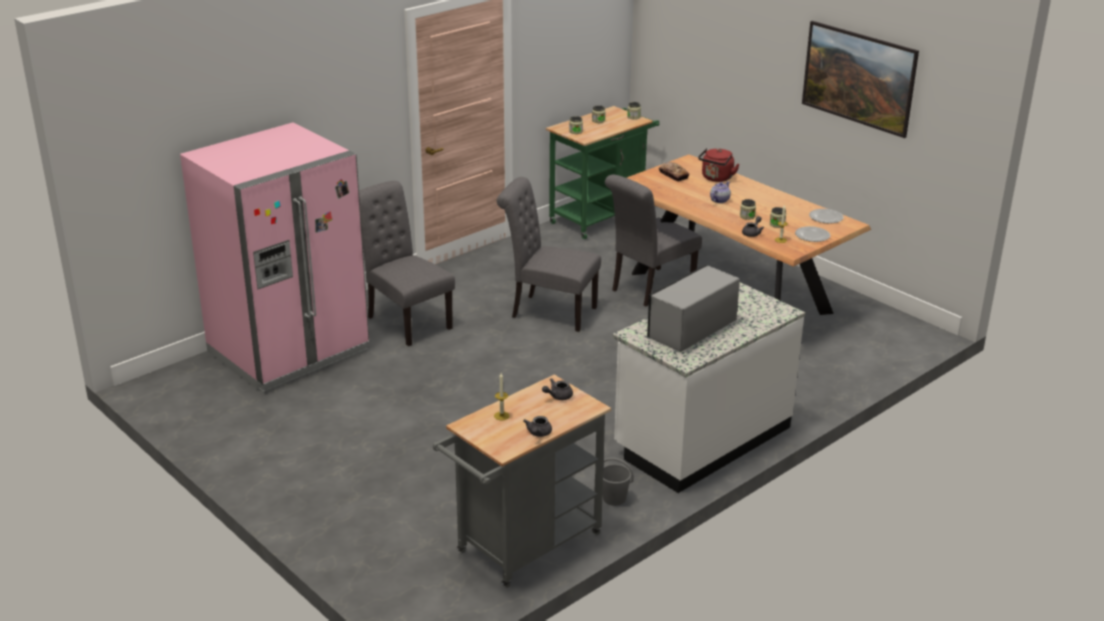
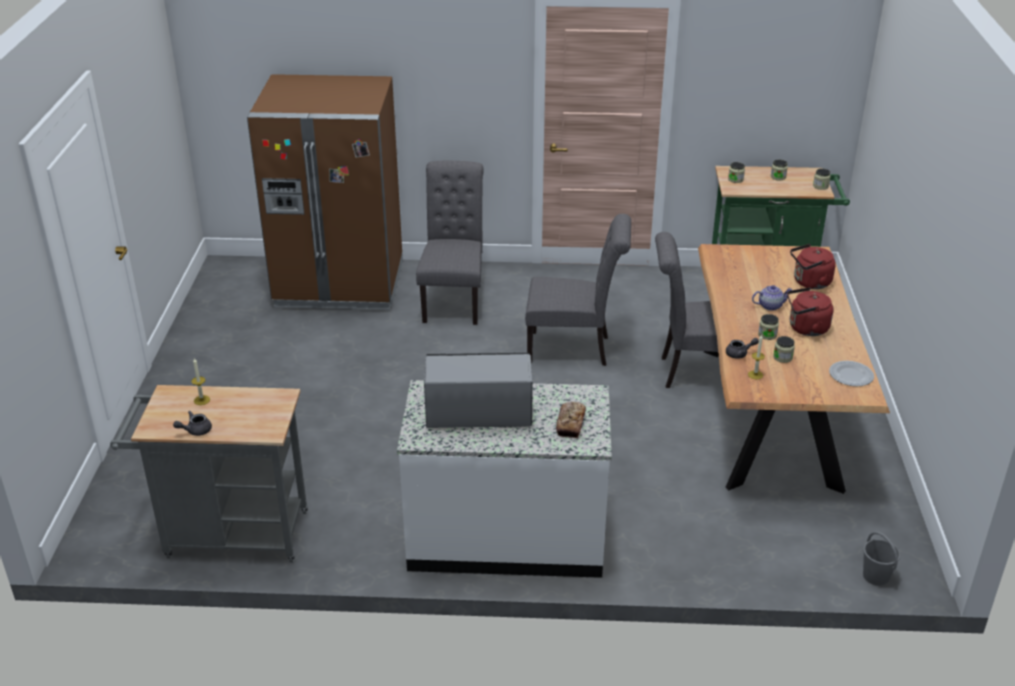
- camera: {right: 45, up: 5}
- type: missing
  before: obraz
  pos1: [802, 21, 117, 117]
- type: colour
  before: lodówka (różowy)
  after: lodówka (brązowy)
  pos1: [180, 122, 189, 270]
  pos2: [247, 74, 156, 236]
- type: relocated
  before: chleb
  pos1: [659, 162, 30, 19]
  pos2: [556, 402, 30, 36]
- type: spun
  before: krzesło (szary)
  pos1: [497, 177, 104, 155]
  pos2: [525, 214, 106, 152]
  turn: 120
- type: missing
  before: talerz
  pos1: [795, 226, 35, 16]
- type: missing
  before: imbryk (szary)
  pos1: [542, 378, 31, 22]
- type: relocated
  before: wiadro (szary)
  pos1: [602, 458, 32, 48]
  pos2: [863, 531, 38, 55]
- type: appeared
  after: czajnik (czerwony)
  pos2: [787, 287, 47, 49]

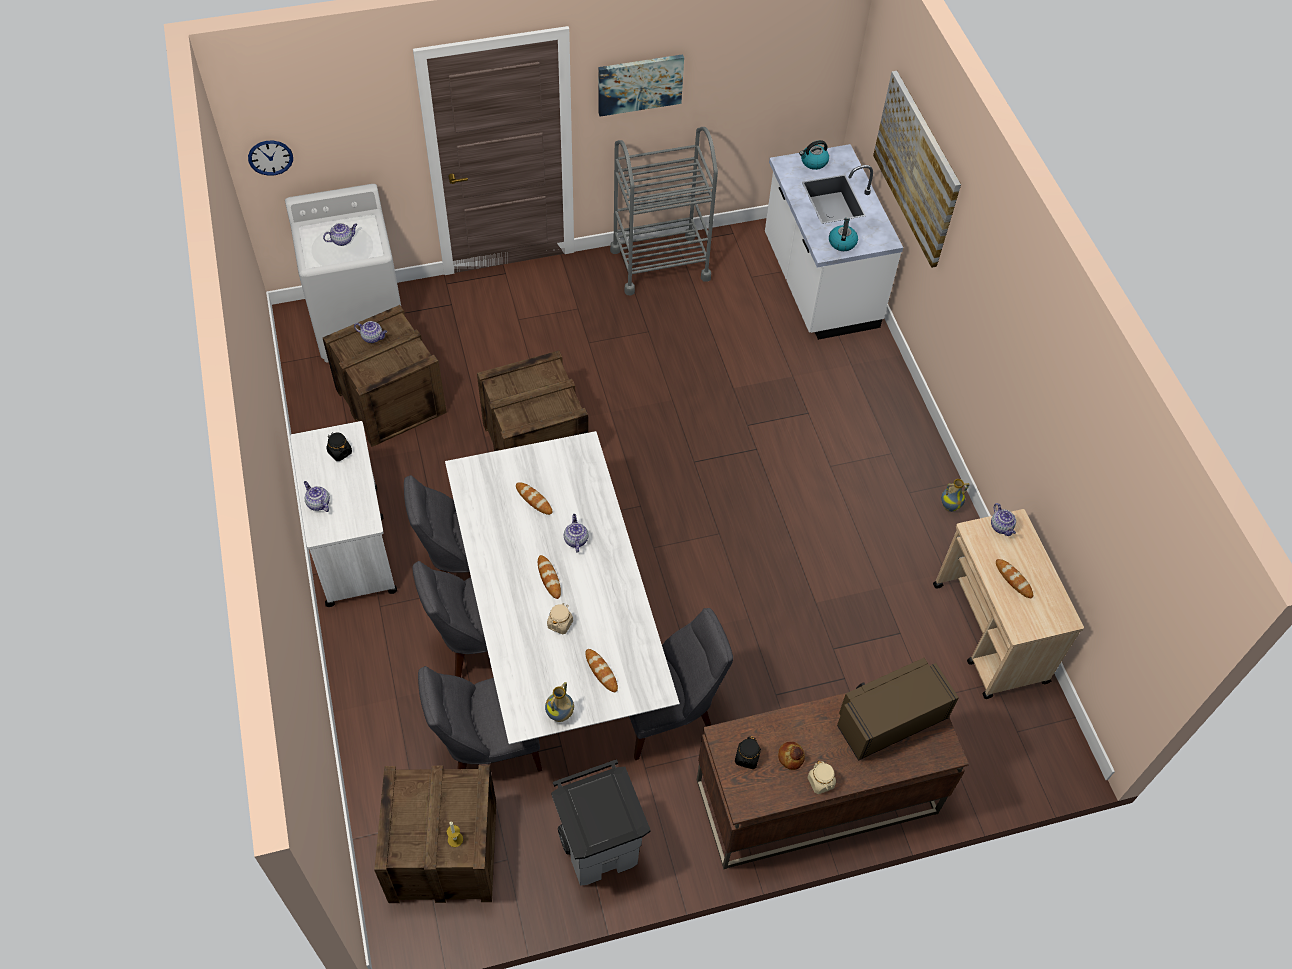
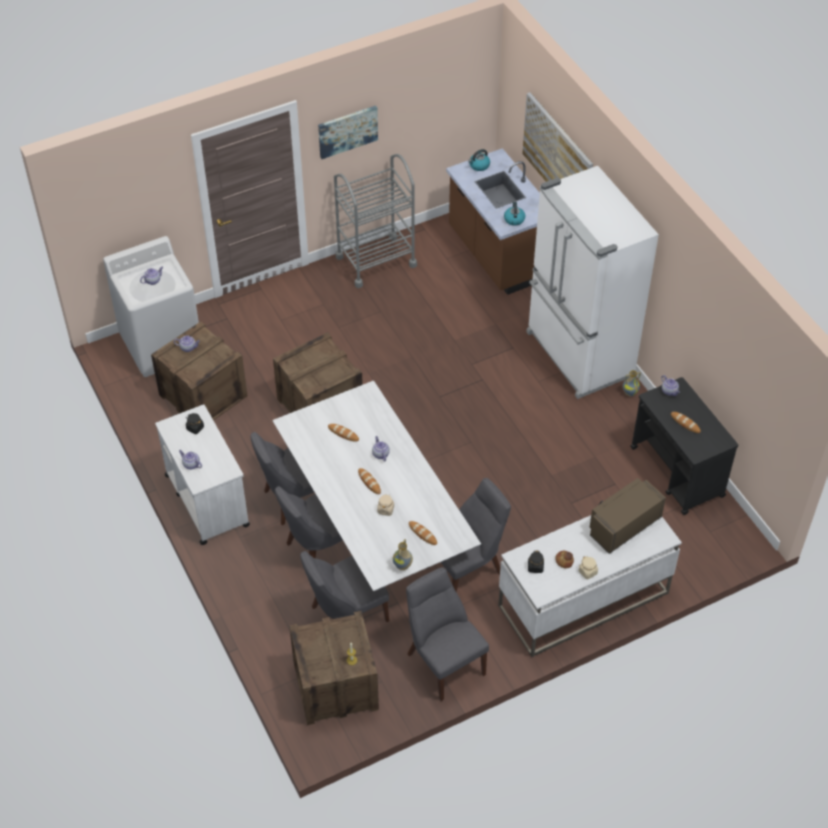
- camera: {right: -10, up: -5}
- type: missing
  before: zegar ścienny
  pos1: [248, 141, 45, 35]
- type: colour
  before: zabudowa kuchenna (biały)
  after: zabudowa kuchenna (brązowy)
  pos1: [765, 144, 138, 196]
  pos2: [446, 148, 94, 147]
- type: colour
  before: wózek (beżowy)
  after: wózek (czarny)
  pos1: [933, 509, 151, 190]
  pos2: [630, 377, 108, 138]
- type: colour
  before: biurko (brązowy)
  after: biurko (biały)
  pos1: [697, 693, 272, 176]
  pos2: [498, 515, 184, 142]
- type: exchanged
  before: kosz na śmieci (szary)
  after: krzesło (szary)
  pos1: [551, 759, 100, 127]
  pos2: [406, 567, 83, 134]
- type: appeared
  after: lodówka (biały)
  pos2: [526, 166, 133, 233]

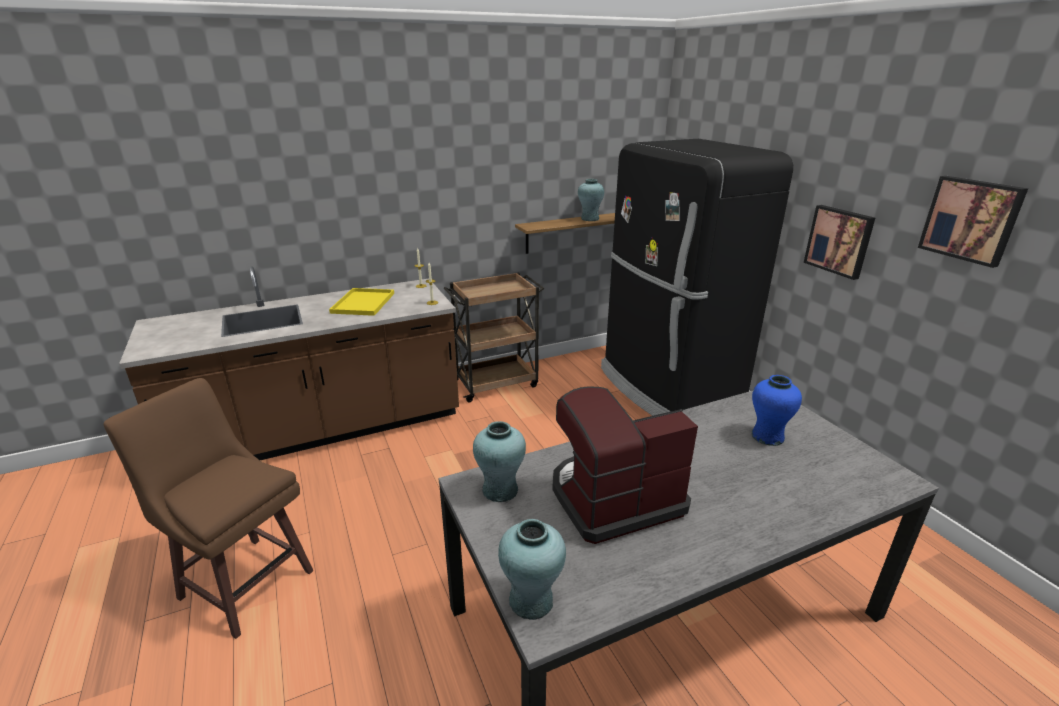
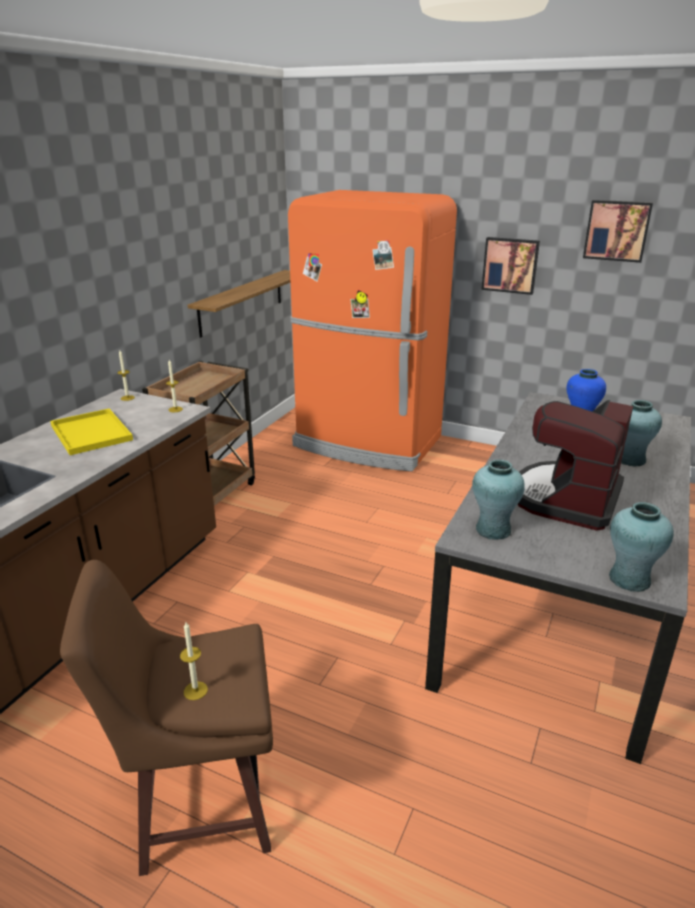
- camera: {right: -40, up: 0}
- type: colour
  before: lodówka (czarny)
  after: lodówka (pomarańczowy)
  pos1: [601, 139, 192, 277]
  pos2: [288, 190, 169, 281]
- type: relocated
  before: wazon (turkusowy)
  pos1: [578, 179, 26, 42]
  pos2: [621, 400, 41, 66]
- type: appeared
  after: świeca
  pos2: [180, 622, 28, 78]

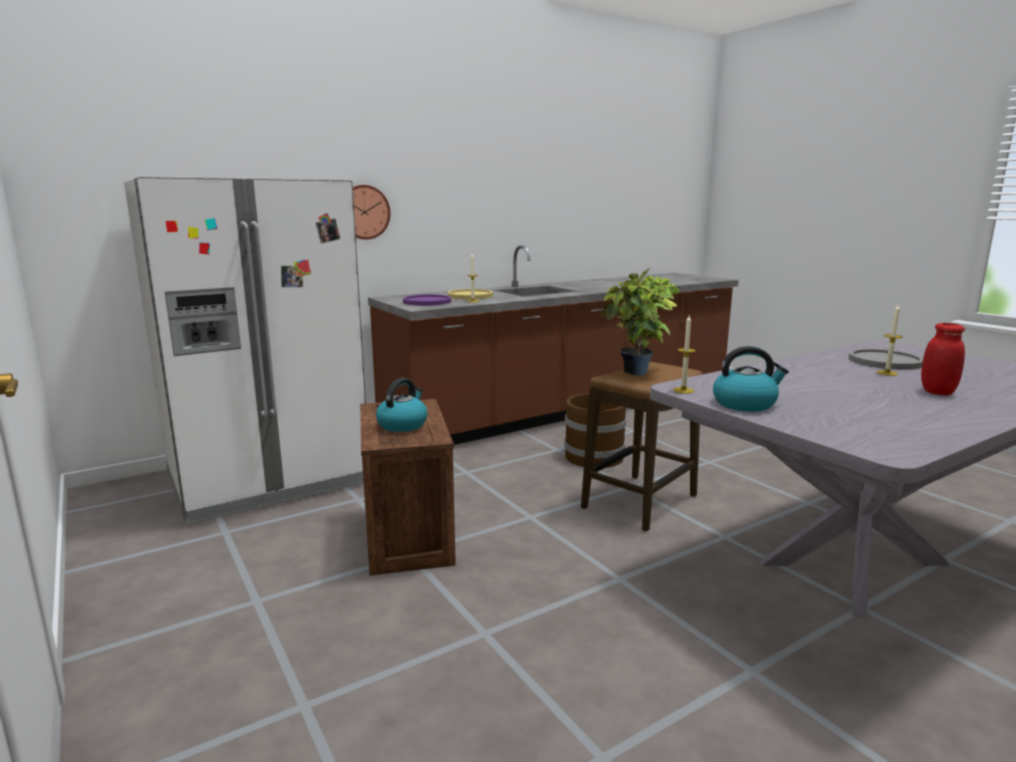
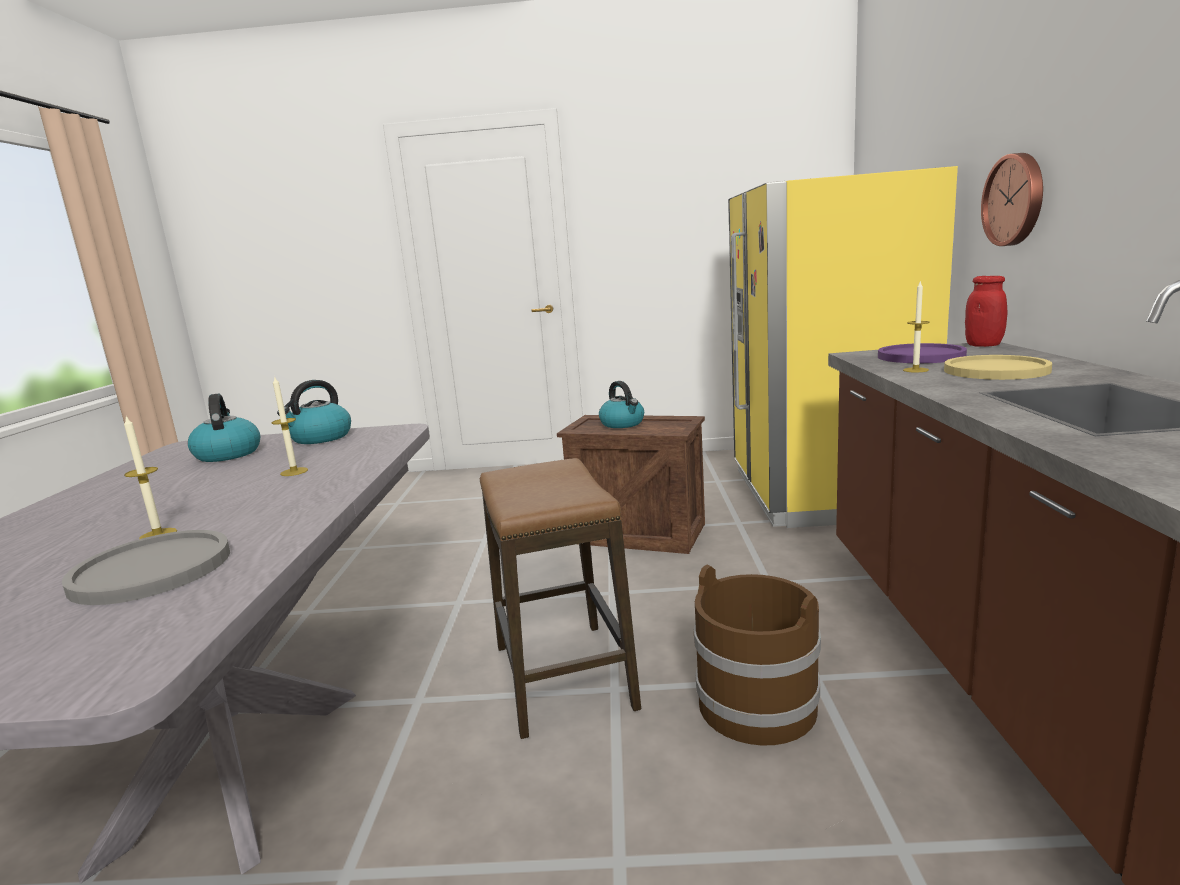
- camera: {right: 125, up: 0}
- type: colour
  before: lodówka (biały)
  after: lodówka (żółty)
  pos1: [124, 177, 242, 347]
  pos2: [728, 166, 230, 362]
- type: missing
  before: roślina doniczkowa
  pos1: [600, 268, 80, 108]
- type: relocated
  before: świeca
  pos1: [673, 316, 23, 78]
  pos2: [272, 376, 36, 100]
- type: relocated
  before: słoik (czerwony)
  pos1: [921, 323, 44, 72]
  pos2: [965, 276, 42, 71]
- type: appeared
  after: czajnik
  pos2: [188, 394, 73, 68]

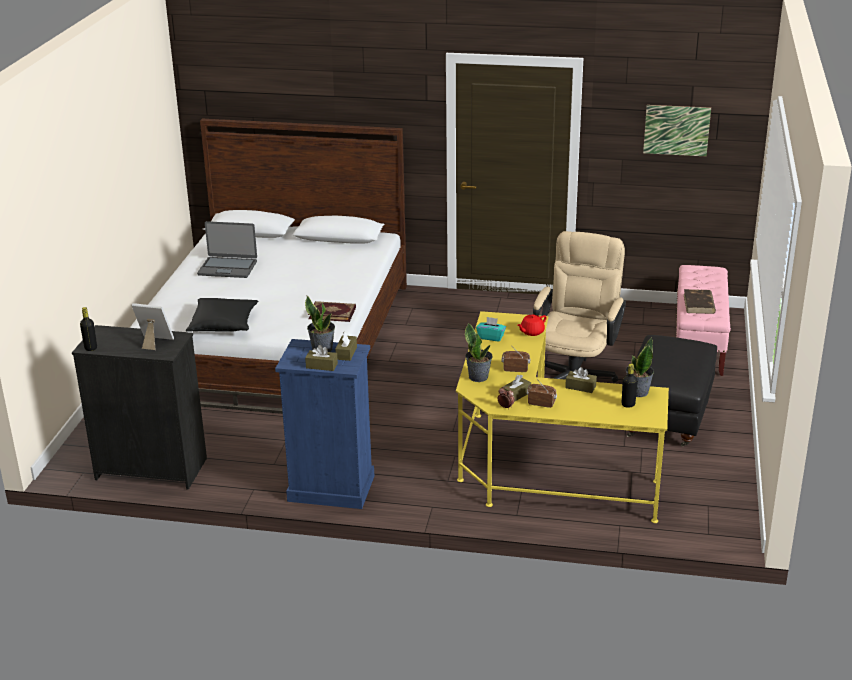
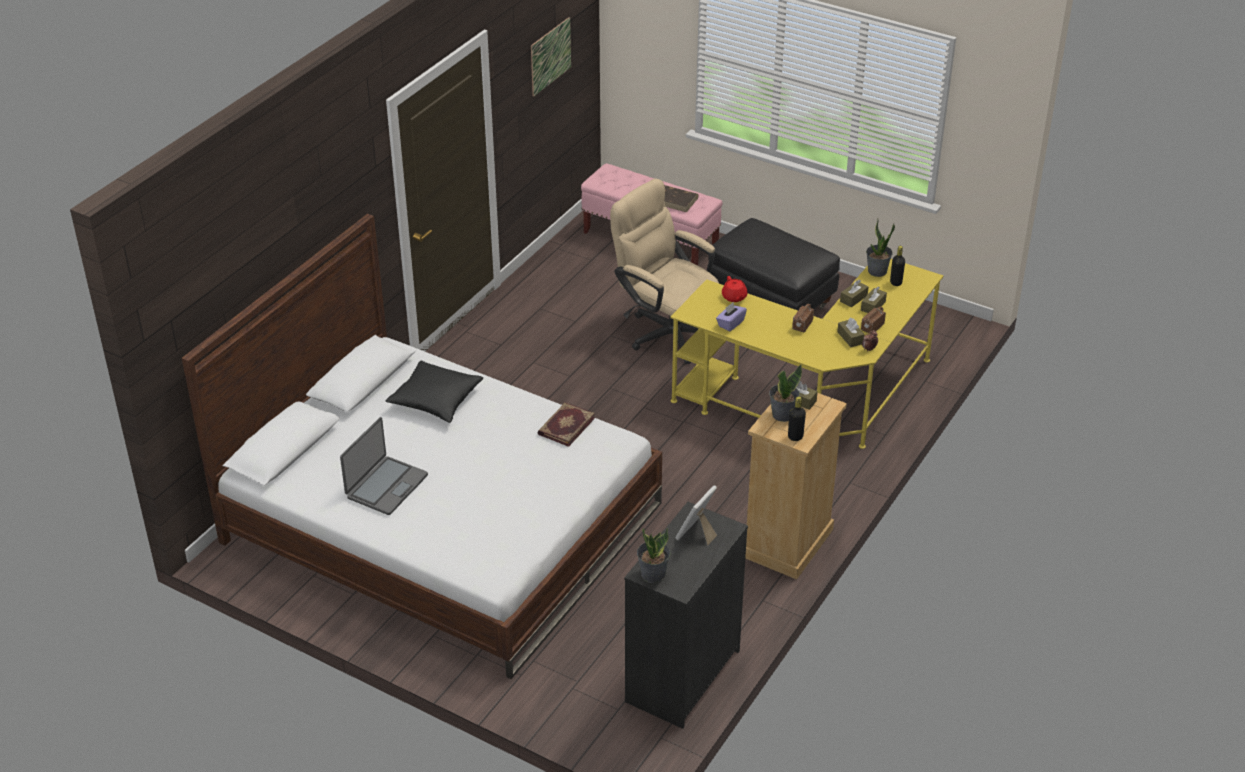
- camera: {right: -70, up: 10}
- type: relocated
  before: poduszka (czarny)
  pos1: [186, 298, 72, 34]
  pos2: [386, 360, 97, 63]
- type: relocated
  before: butelka (czarny)
  pos1: [80, 307, 17, 44]
  pos2: [788, 396, 18, 45]
- type: colour
  before: pudełko chusteczek (turkusowy)
  after: pudełko chusteczek (fioletowy)
  pos1: [476, 317, 30, 25]
  pos2: [716, 302, 31, 29]
- type: relocated
  before: roślina doniczkowa
  pos1: [465, 323, 28, 59]
  pos2: [637, 528, 34, 55]
- type: colour
  before: komoda (niebieski)
  after: komoda (beżowy)
  pos1: [275, 339, 99, 170]
  pos2: [745, 393, 102, 187]
- type: relocated
  before: pudełko chusteczek (brązowy)
  pos1: [305, 345, 33, 26]
  pos2: [861, 287, 26, 26]

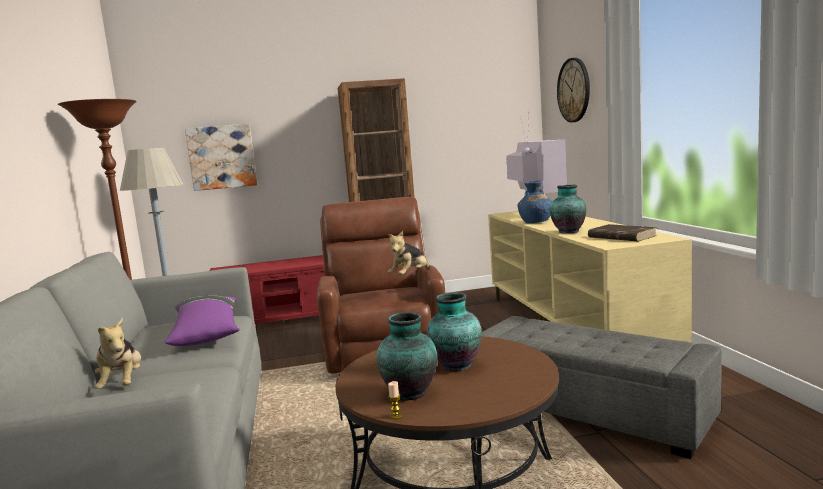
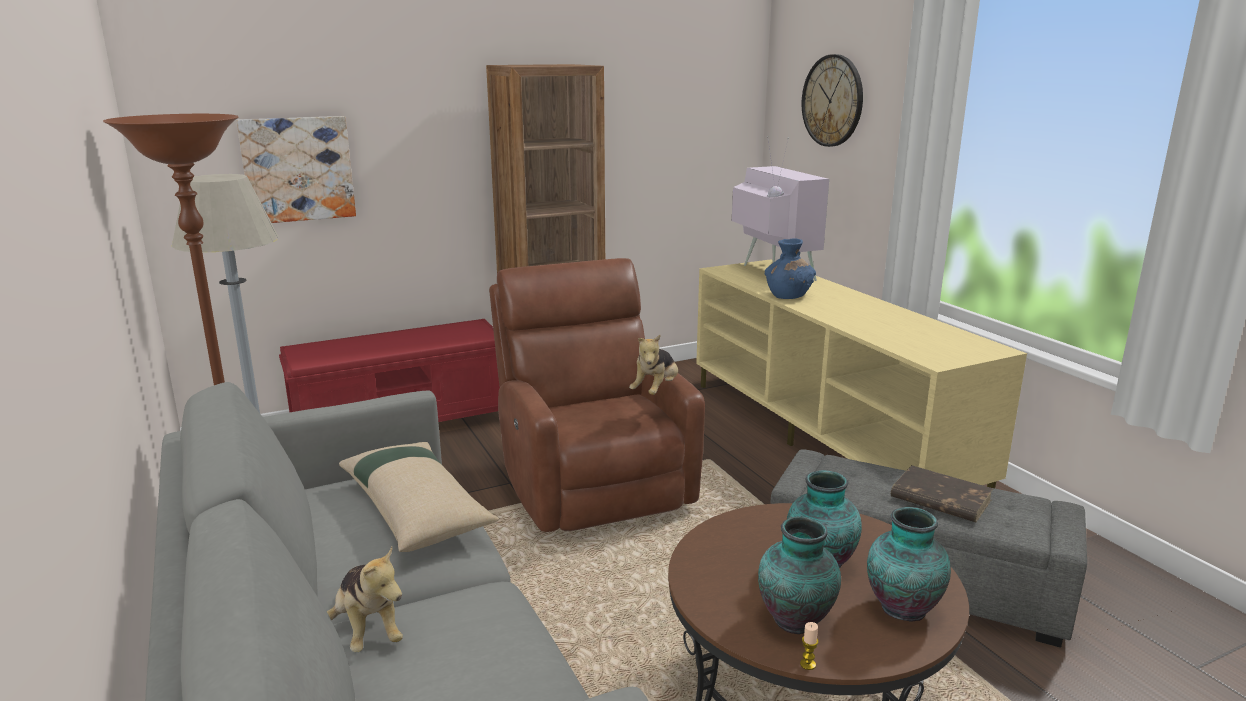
- camera: {right: -15, up: 10}
- type: relocated
  before: wazon
  pos1: [550, 185, 36, 48]
  pos2: [867, 507, 84, 115]
- type: relocated
  before: książka (brązowy)
  pos1: [588, 224, 69, 18]
  pos2: [891, 465, 102, 57]
- type: colour
  before: poduszka (fioletowy)
  after: poduszka (beżowy)
  pos1: [165, 296, 75, 50]
  pos2: [339, 442, 160, 110]

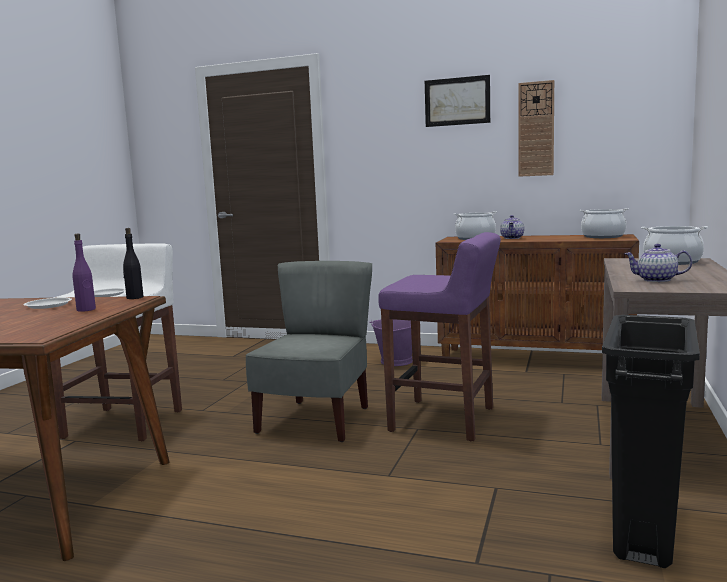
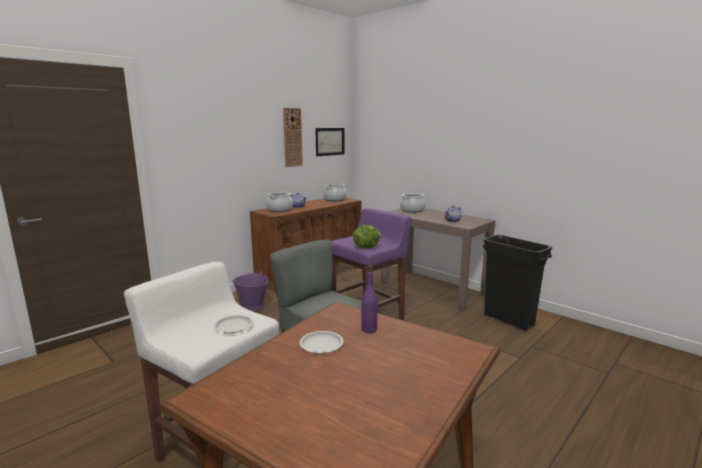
- camera: {right: -65, up: 5}
- type: relocated
  before: obraz
  pos1: [425, 75, 65, 52]
  pos2: [315, 128, 29, 28]
- type: missing
  before: butelka (czarny)
  pos1: [123, 228, 20, 71]
- type: appeared
  after: sałata
  pos2: [353, 225, 28, 24]

